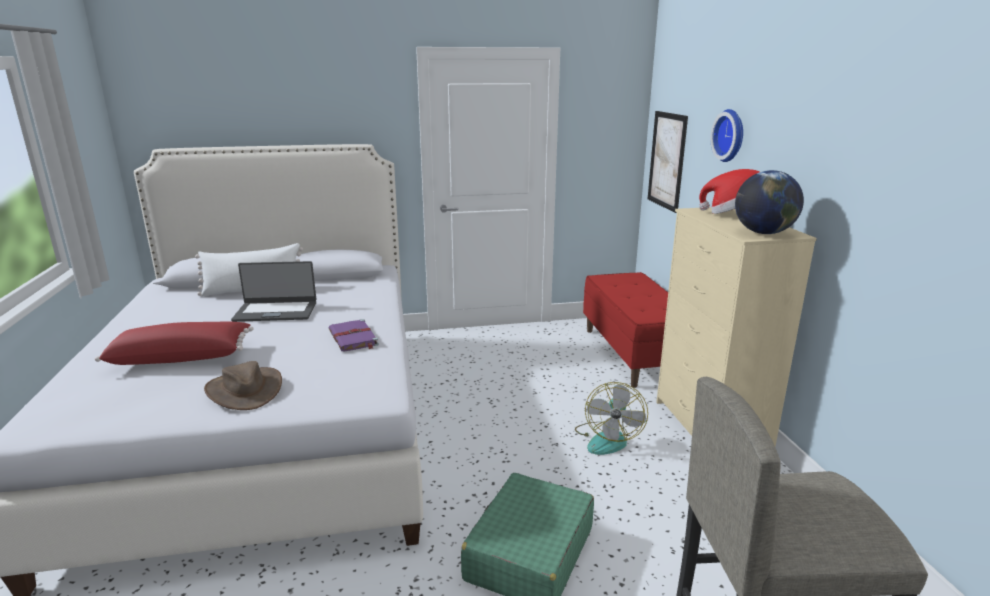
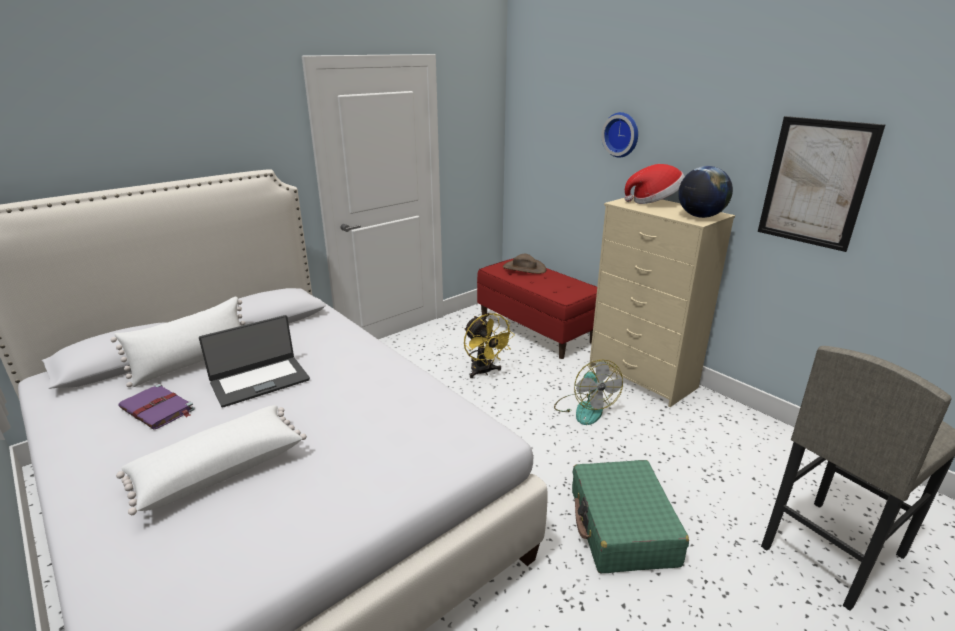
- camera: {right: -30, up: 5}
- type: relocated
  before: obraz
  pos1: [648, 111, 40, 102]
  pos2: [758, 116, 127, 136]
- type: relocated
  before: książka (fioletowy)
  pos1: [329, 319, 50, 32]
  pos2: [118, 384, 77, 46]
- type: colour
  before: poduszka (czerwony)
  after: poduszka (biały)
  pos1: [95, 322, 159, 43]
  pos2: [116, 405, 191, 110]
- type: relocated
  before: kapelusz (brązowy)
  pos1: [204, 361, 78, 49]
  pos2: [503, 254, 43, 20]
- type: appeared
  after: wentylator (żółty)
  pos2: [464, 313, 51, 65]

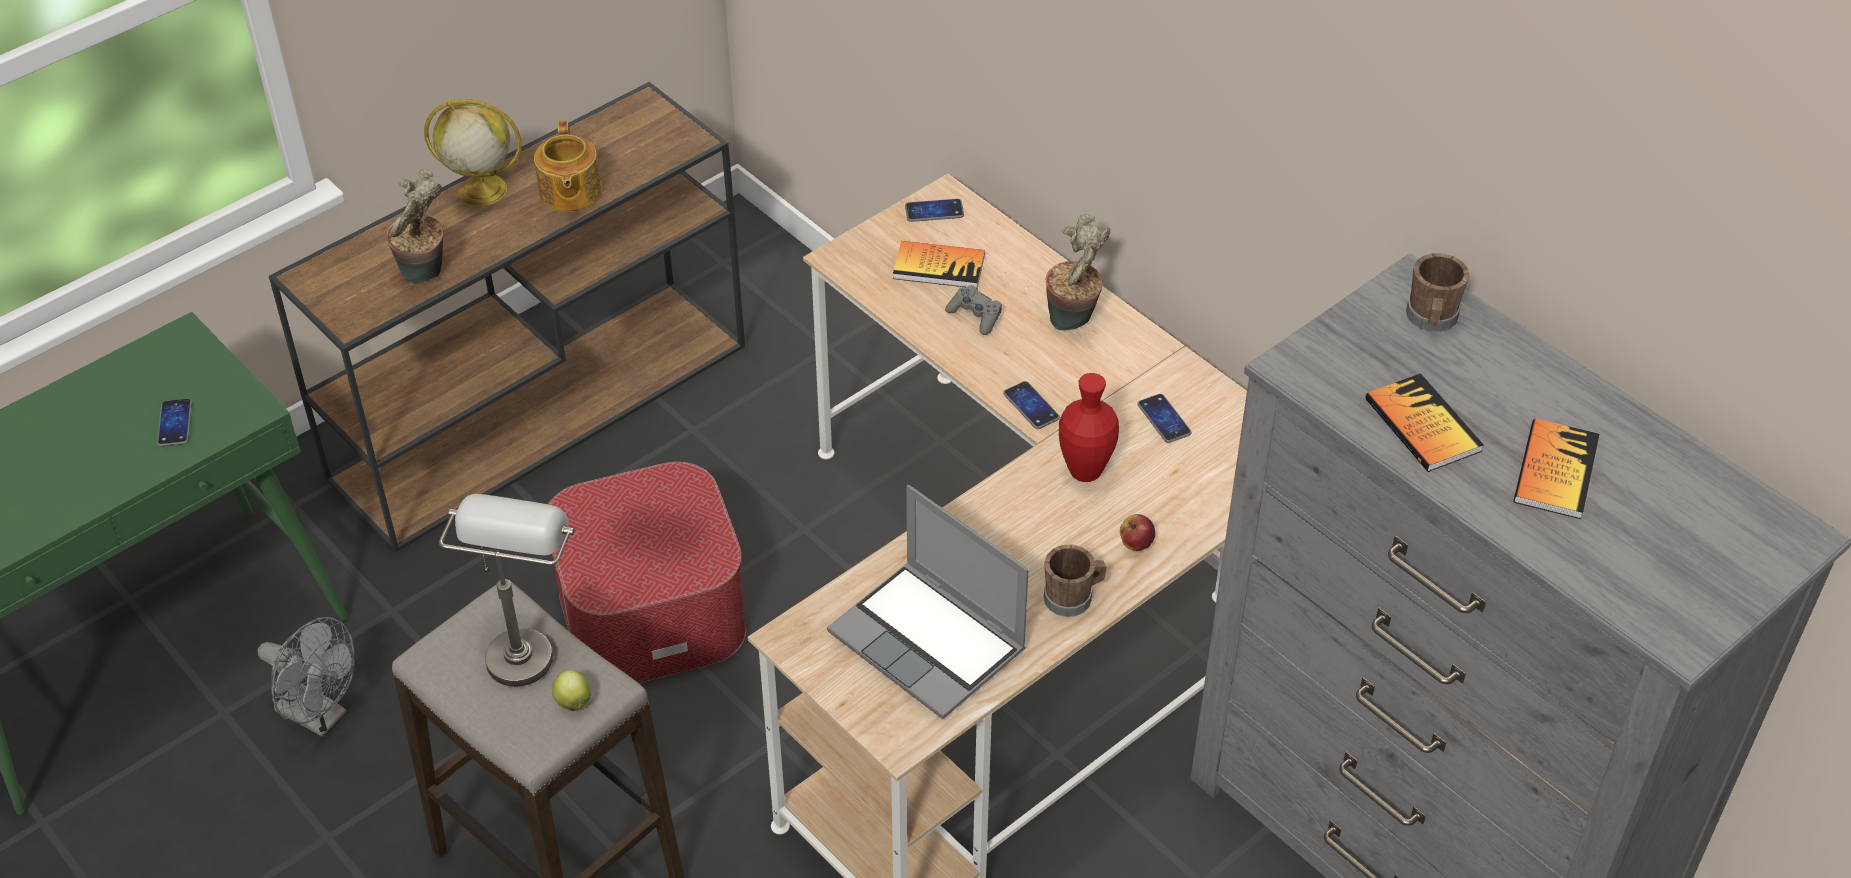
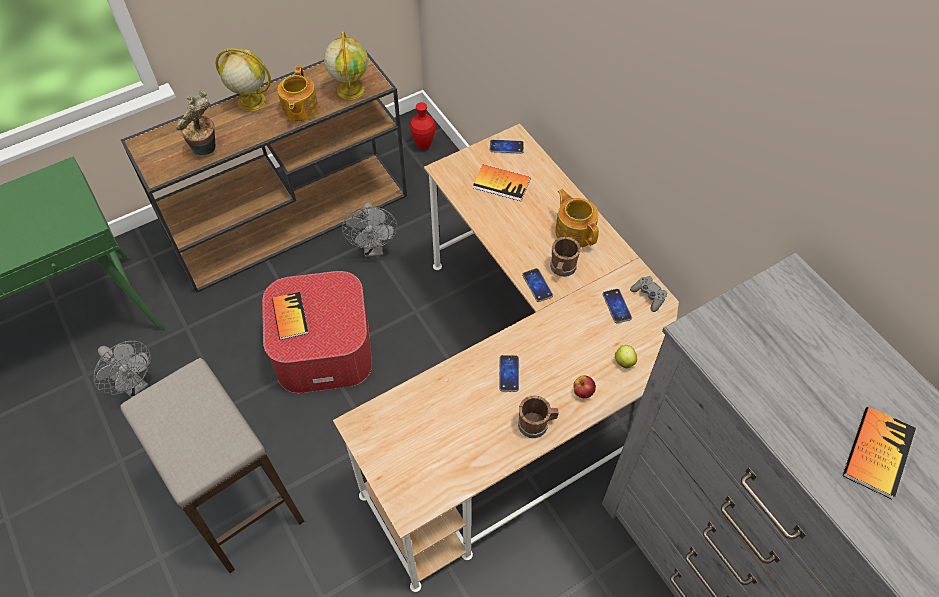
- camera: {right: 10, up: 10}
- type: exchanged
  before: roślina doniczkowa
  after: imbryk
  pos1: [1046, 214, 64, 117]
  pos2: [555, 189, 44, 59]
- type: relocated
  before: kubek (brązowy)
  pos1: [1406, 253, 64, 79]
  pos2: [550, 237, 31, 40]
- type: relocated
  before: pad do gier (szary)
  pos1: [945, 285, 57, 50]
  pos2: [630, 276, 37, 36]
- type: relocated
  before: wazon (czerwony)
  pos1: [1059, 373, 60, 109]
  pos2: [410, 102, 25, 48]
- type: relocated
  before: książka
  pos1: [1365, 373, 119, 99]
  pos2: [272, 292, 37, 48]
- type: relocated
  before: telefon
  pos1: [157, 398, 35, 49]
  pos2: [499, 355, 20, 37]
- type: missing
  before: laptop
  pos1: [827, 485, 202, 234]
- type: missing
  before: lampa stołowa (szary)
  pos1: [439, 494, 136, 193]
- type: relocated
  before: jabłko
  pos1: [552, 670, 39, 41]
  pos2: [615, 345, 22, 23]
- type: appeared
  after: globus
  pos2: [324, 31, 44, 69]
- type: appeared
  after: wentylator (szary)
  pos2: [342, 202, 56, 55]

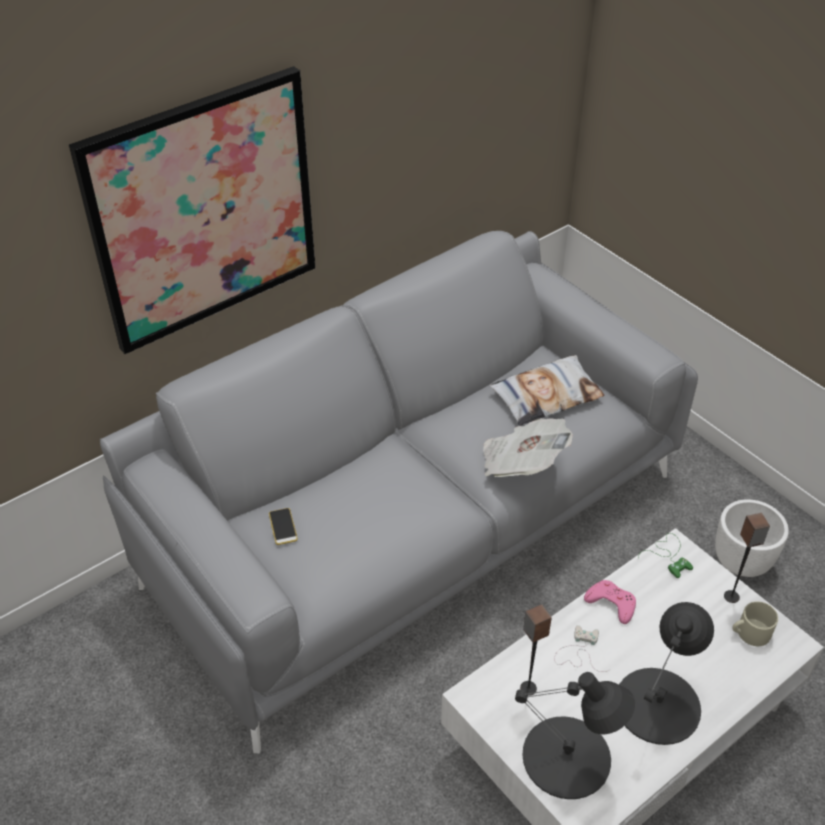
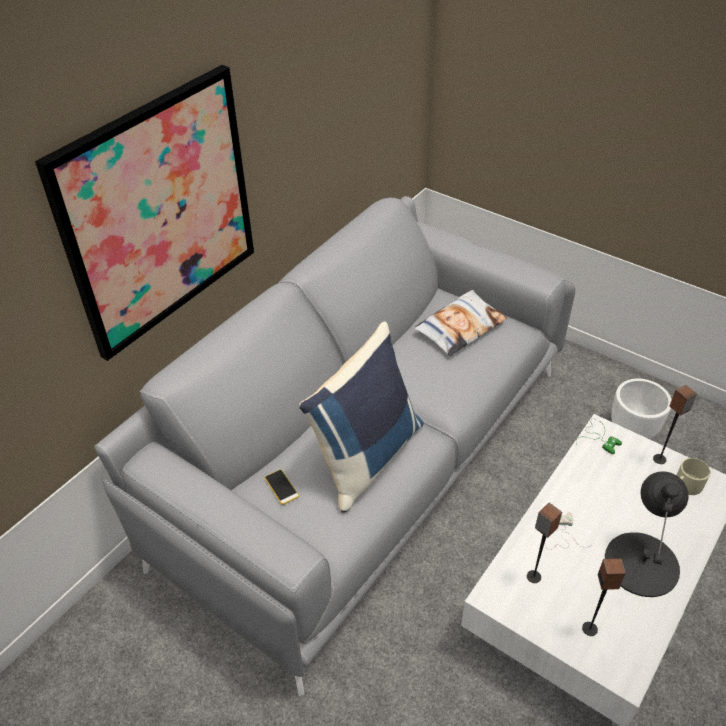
- camera: {right: -15, up: 0}
- type: missing
  before: gazeta
  pos1: [483, 418, 90, 59]
- type: missing
  before: pad do gier (różowy)
  pos1: [584, 580, 52, 44]
- type: exchanged
  before: lampa stołowa (czarny)
  after: głośnik
  pos1: [515, 672, 120, 127]
  pos2: [582, 559, 44, 77]
- type: appeared
  after: poduszka (niebieski)
  pos2: [299, 321, 125, 192]

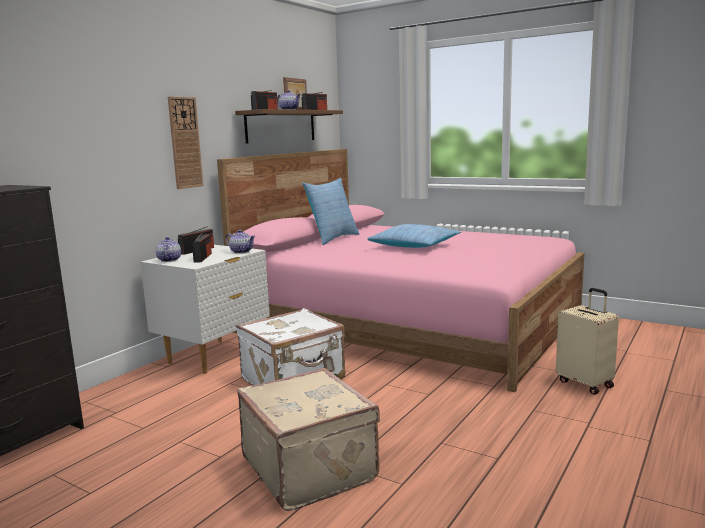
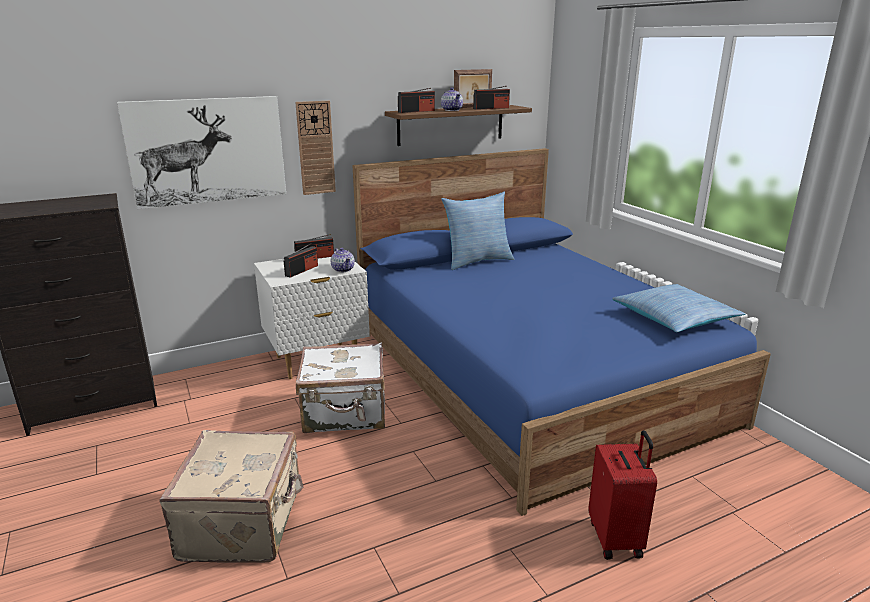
- camera: {right: 30, up: 10}
- type: colour
  before: łóżko (różowy)
  after: łóżko (niebieski)
  pos1: [217, 149, 367, 243]
  pos2: [352, 148, 419, 368]
- type: relocated
  before: poduszka
  pos1: [367, 224, 94, 24]
  pos2: [612, 284, 133, 48]
- type: missing
  before: imbryk
  pos1: [156, 237, 25, 25]
- type: colour
  before: walizka (beżowy)
  after: walizka (czerwony)
  pos1: [556, 288, 63, 107]
  pos2: [588, 430, 69, 130]
- type: appeared
  after: obraz
  pos2: [117, 96, 169, 113]

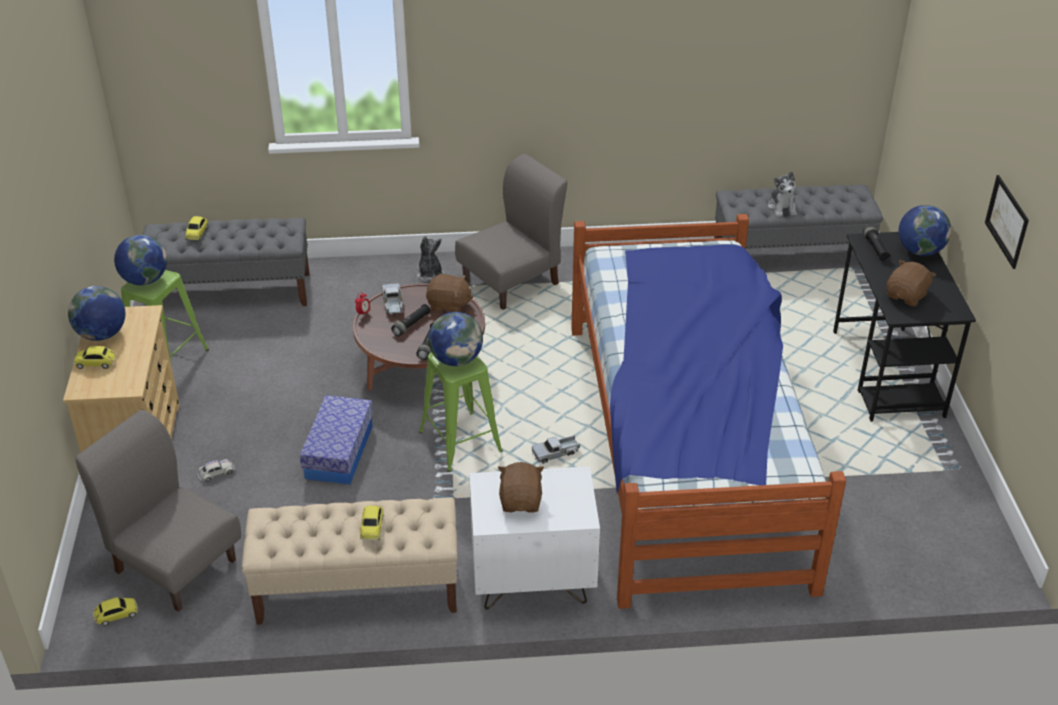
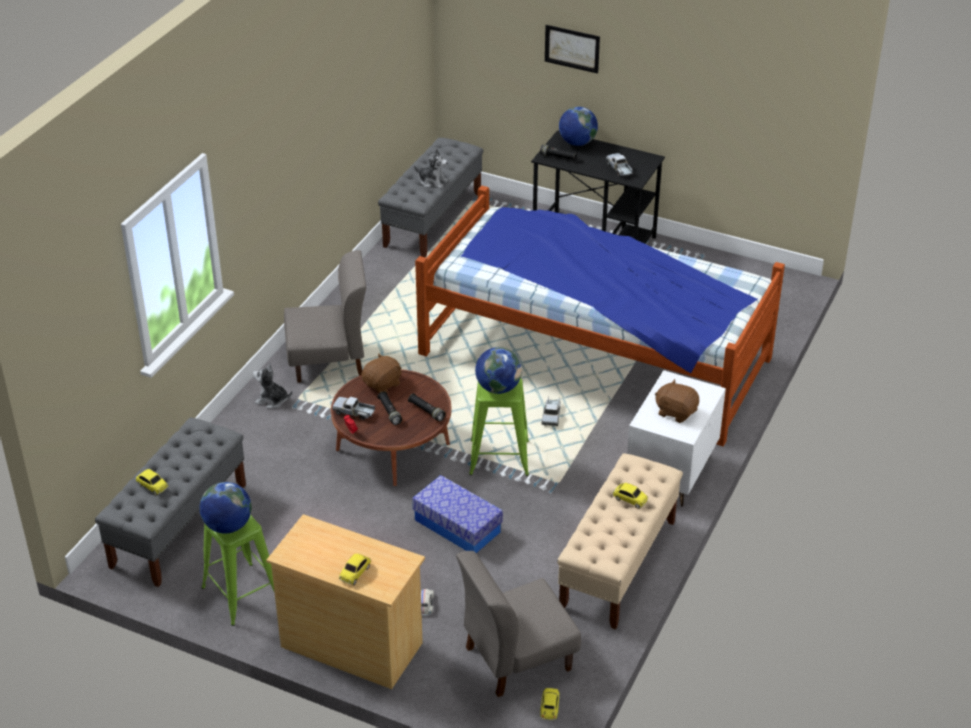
- camera: {right: -60, up: 0}
- type: spun
  before: krzesło (szary)
  pos1: [455, 154, 112, 156]
  pos2: [284, 250, 82, 133]
  turn: 90
- type: relocated
  before: obraz
  pos1: [985, 175, 44, 94]
  pos2: [545, 25, 55, 49]
- type: exchanged
  before: pluszak (brązowy)
  after: ciężarówka zabawkowa
  pos1: [887, 260, 49, 47]
  pos2: [606, 153, 27, 24]
- type: missing
  before: globus
  pos1: [68, 286, 57, 55]

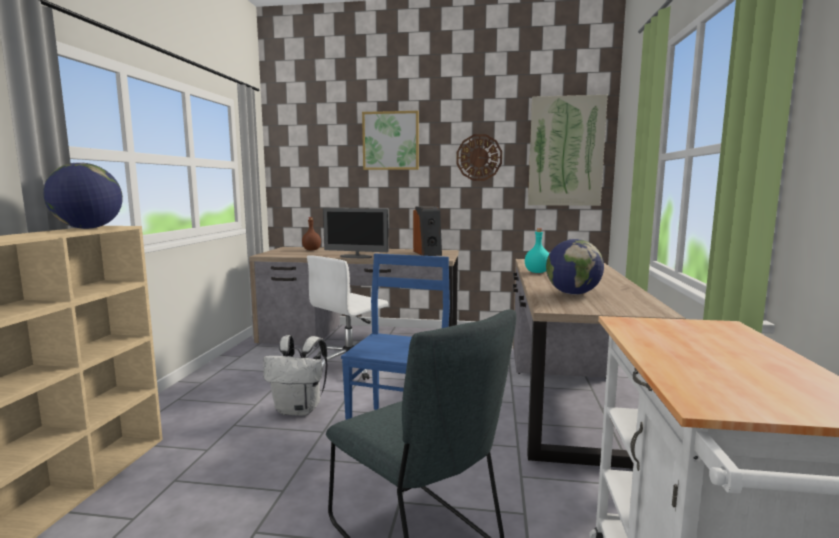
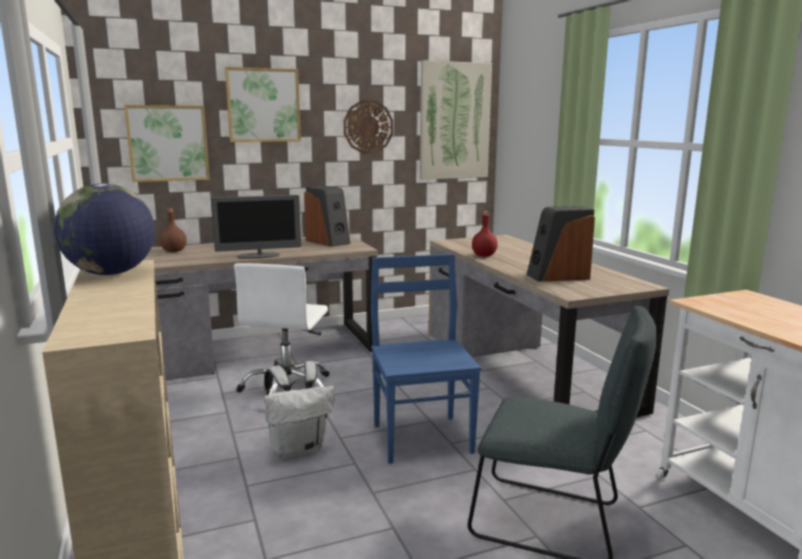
- camera: {right: -30, up: 5}
- type: colour
  before: butelka (turkusowy)
  after: butelka (czerwony)
  pos1: [525, 228, 24, 45]
  pos2: [472, 211, 26, 46]
- type: exchanged
  before: globus
  after: głośnik
  pos1: [546, 239, 58, 56]
  pos2: [527, 206, 68, 76]
- type: appeared
  after: obraz
  pos2: [124, 105, 86, 77]

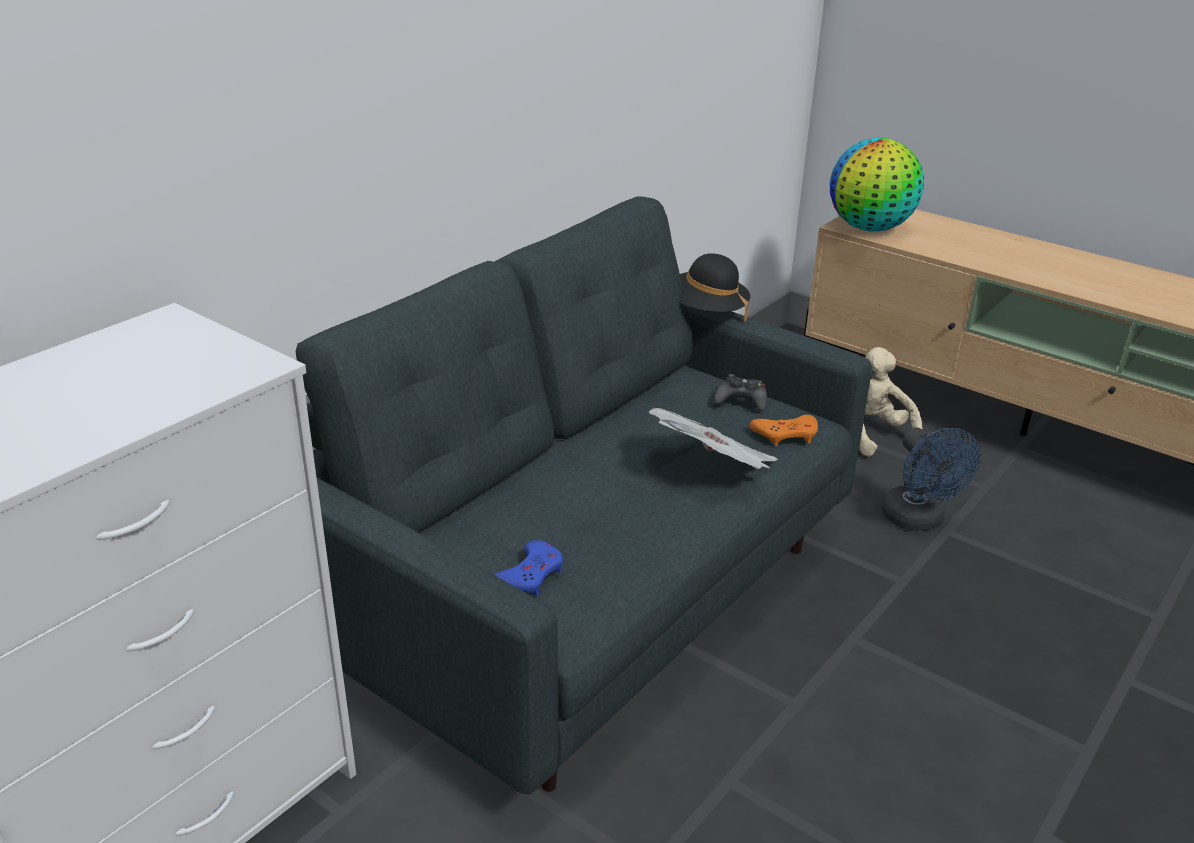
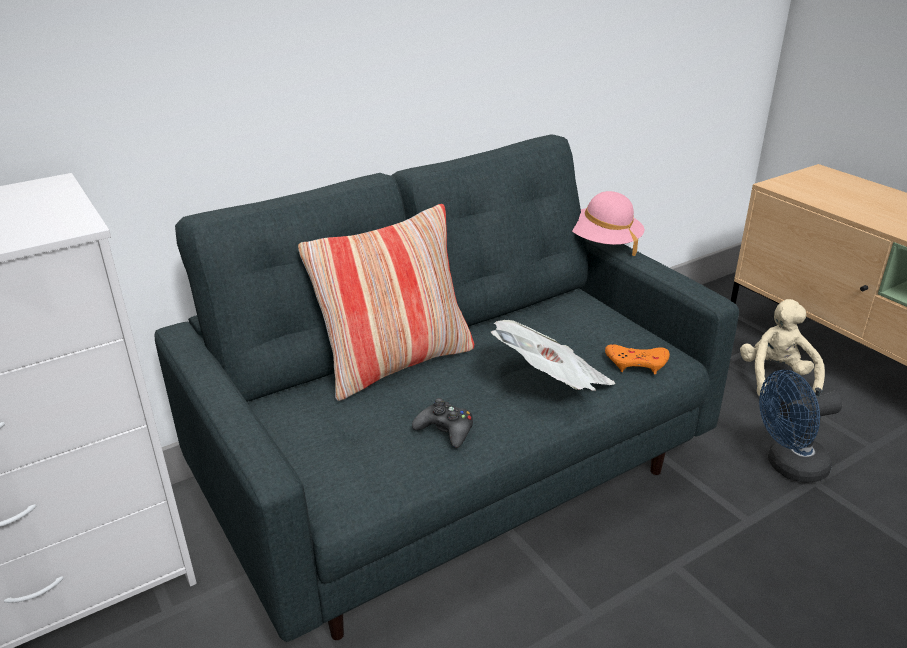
- camera: {right: 20, up: 0}
- type: missing
  before: globus
  pos1: [830, 138, 94, 94]
- type: colour
  before: kapelusz (czarny)
  after: kapelusz (różowy)
  pos1: [679, 253, 71, 68]
  pos2: [572, 191, 73, 65]
- type: relocated
  before: pad do gier (czarny)
  pos1: [714, 374, 53, 37]
  pos2: [412, 398, 61, 50]
- type: spun
  before: wentylator (niebieski)
  pos1: [881, 428, 100, 103]
  pos2: [759, 370, 83, 113]
  turn: 75
- type: missing
  before: pad do gier (niebieski)
  pos1: [494, 540, 69, 56]
- type: appeared
  after: poduszka
  pos2: [298, 204, 176, 197]

